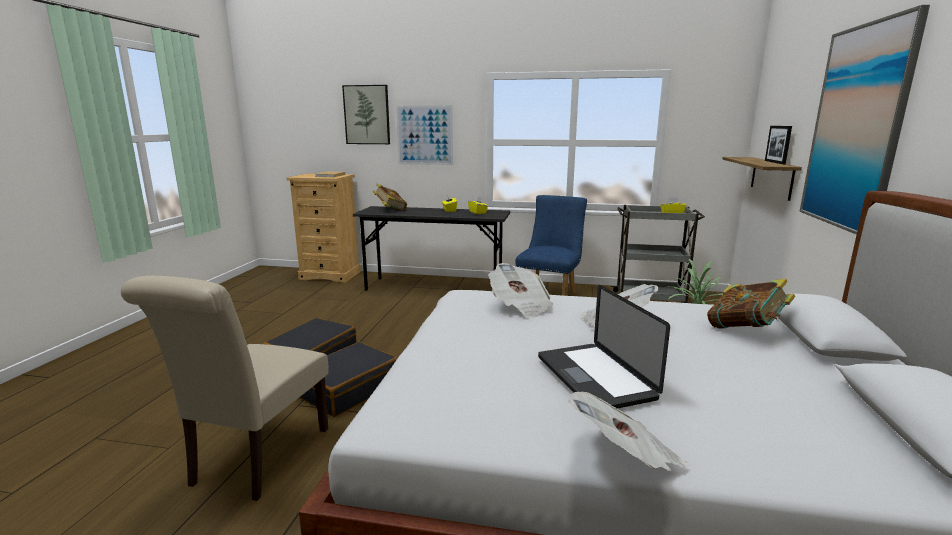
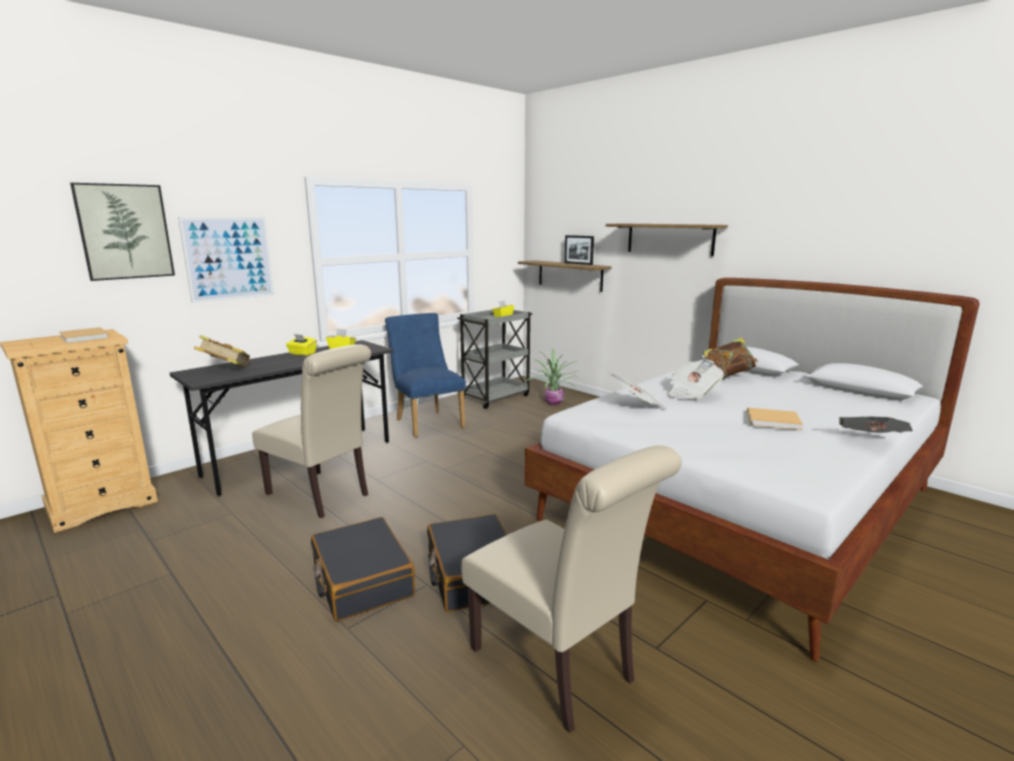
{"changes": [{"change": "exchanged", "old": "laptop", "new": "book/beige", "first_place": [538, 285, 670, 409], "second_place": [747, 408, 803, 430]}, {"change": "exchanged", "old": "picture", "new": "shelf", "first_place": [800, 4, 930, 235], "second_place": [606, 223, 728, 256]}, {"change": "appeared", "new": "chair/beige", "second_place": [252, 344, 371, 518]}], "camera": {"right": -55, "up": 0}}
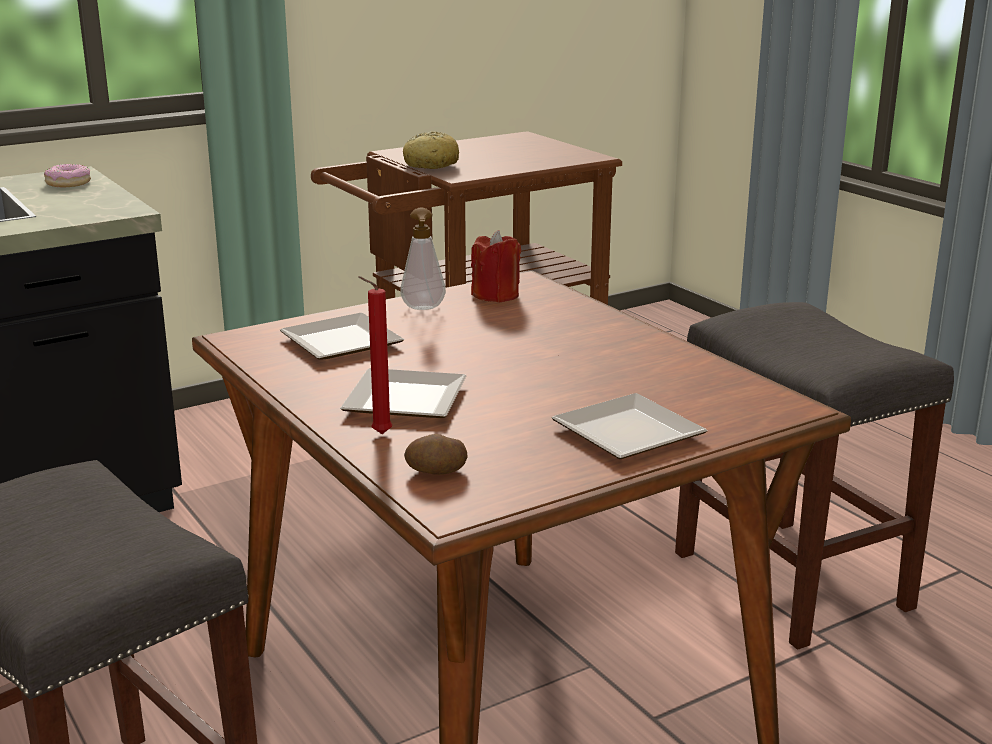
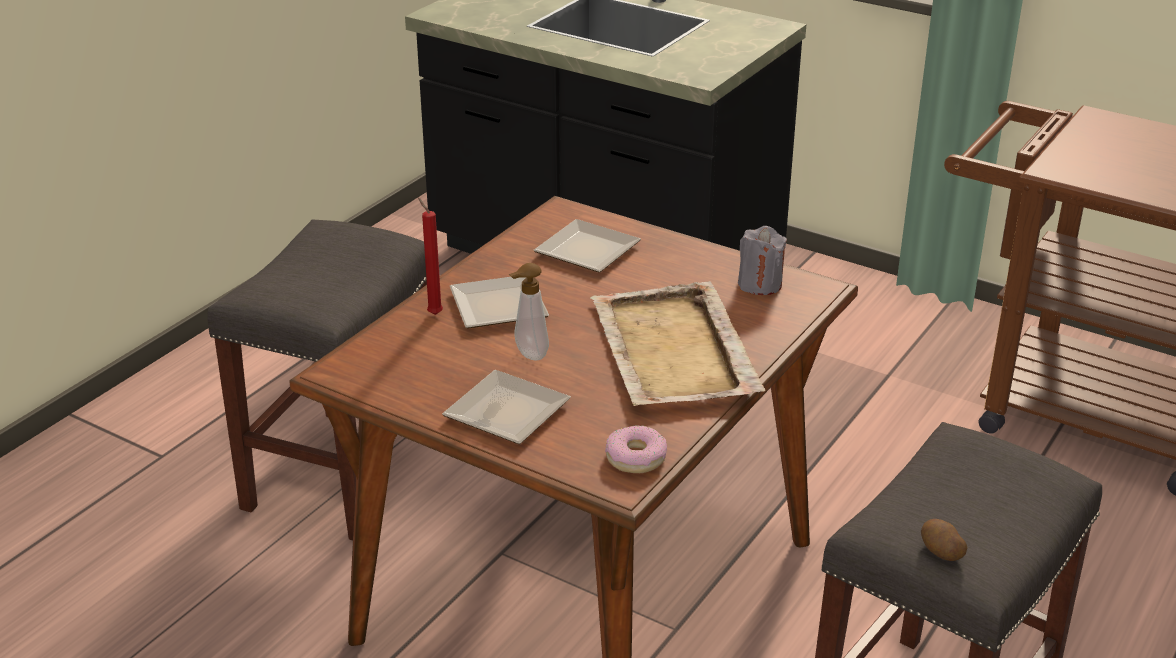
{"changes": [{"change": "relocated", "old": "donut", "first_place": [44, 164, 91, 187], "second_place": [605, 425, 667, 473]}, {"change": "relocated", "old": "soap dispenser", "first_place": [400, 208, 446, 310], "second_place": [509, 263, 549, 361]}, {"change": "missing", "old": "bread", "first_place": [403, 131, 459, 169]}, {"change": "relocated", "old": "potato", "first_place": [404, 434, 468, 475], "second_place": [921, 519, 968, 561]}, {"change": "colour", "old": "candle/red", "new": "candle/grey", "first_place": [471, 230, 521, 302], "second_place": [738, 226, 787, 295]}, {"change": "appeared", "new": "tray/beige", "second_place": [591, 281, 765, 406]}], "camera": {"right": 65, "up": 10}}
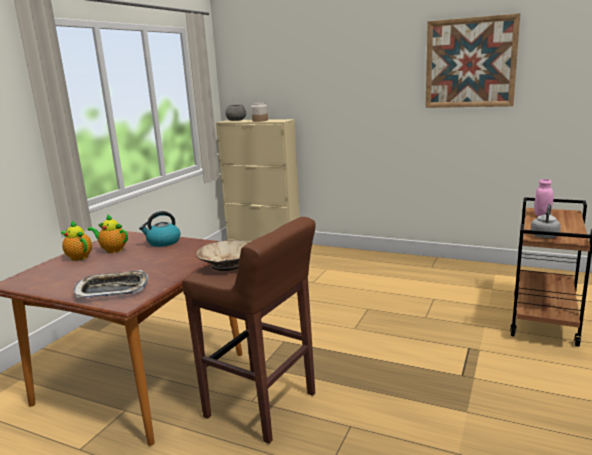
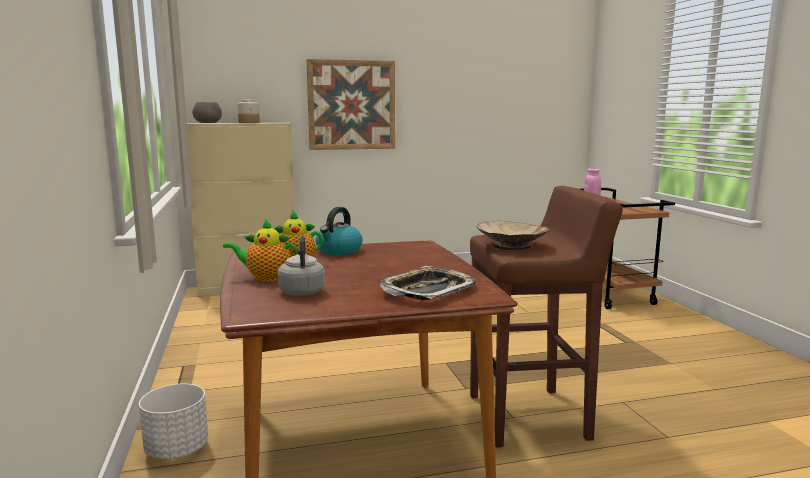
{"changes": [{"change": "relocated", "old": "picture", "first_place": [425, 13, 520, 108], "second_place": [306, 59, 395, 150]}, {"change": "relocated", "old": "kettle/grey", "first_place": [531, 204, 561, 238], "second_place": [278, 235, 325, 296]}, {"change": "appeared", "new": "planter/white", "second_place": [139, 384, 208, 459]}], "camera": {"right": -40, "up": -5}}
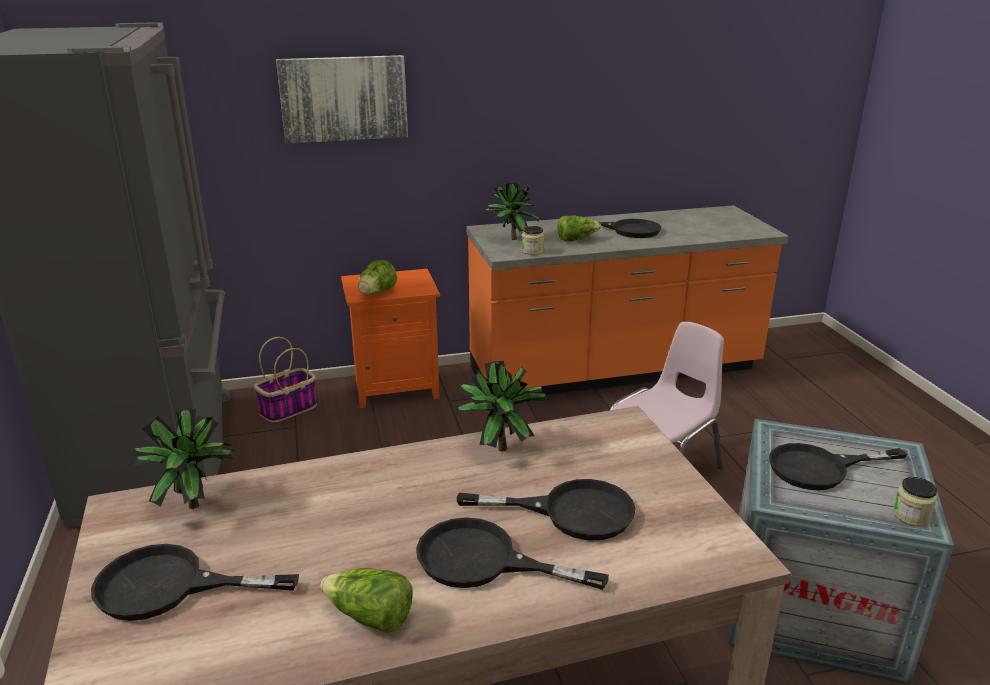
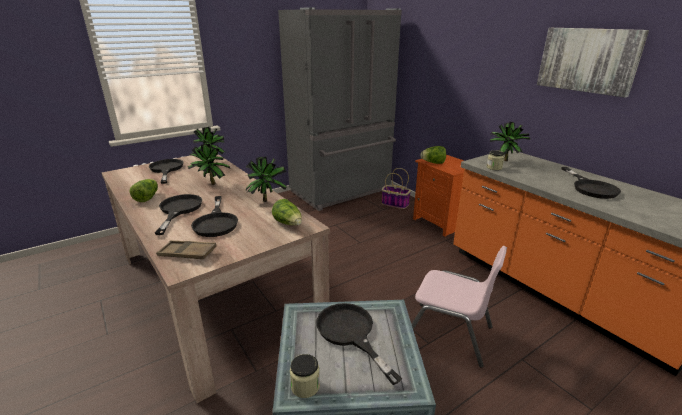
{"changes": [{"change": "relocated", "old": "picture", "first_place": [276, 55, 408, 144], "second_place": [537, 28, 649, 98]}, {"change": "relocated", "old": "lettuce", "first_place": [558, 215, 601, 242], "second_place": [272, 199, 302, 225]}, {"change": "appeared", "new": "tray/brown", "second_place": [156, 240, 216, 259]}, {"change": "appeared", "new": "potted plant", "second_place": [188, 144, 230, 185]}], "camera": {"right": 70, "up": 0}}
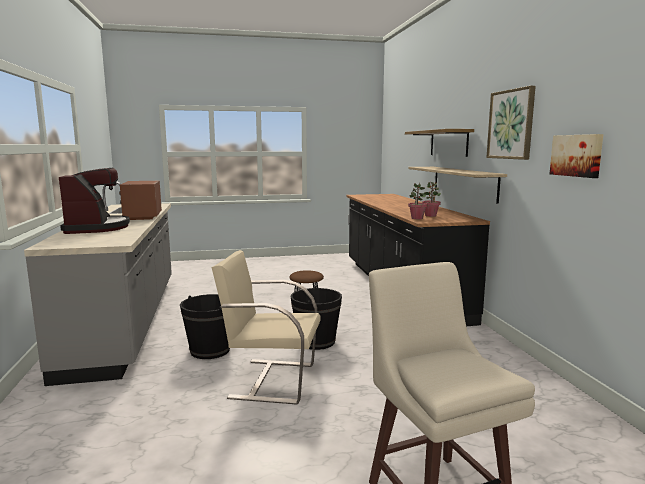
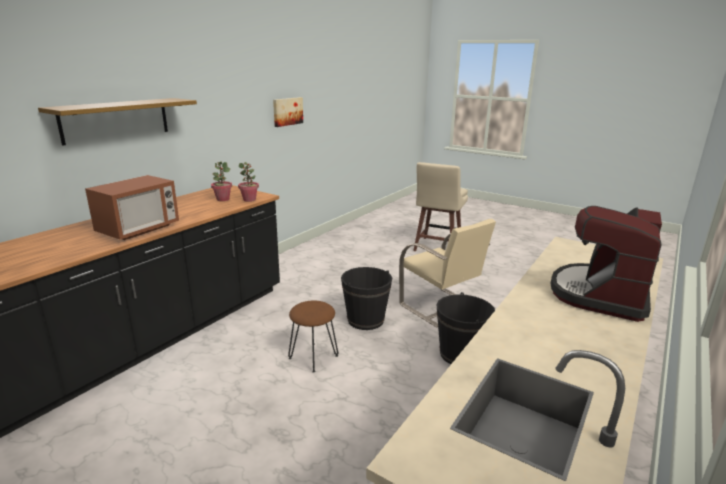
{"changes": [{"change": "relocated", "old": "microwave", "first_place": [119, 181, 162, 220], "second_place": [85, 175, 179, 240]}, {"change": "missing", "old": "shelf", "first_place": [408, 167, 507, 204]}, {"change": "missing", "old": "picture", "first_place": [486, 86, 536, 160]}], "camera": {"right": -135, "up": 10}}
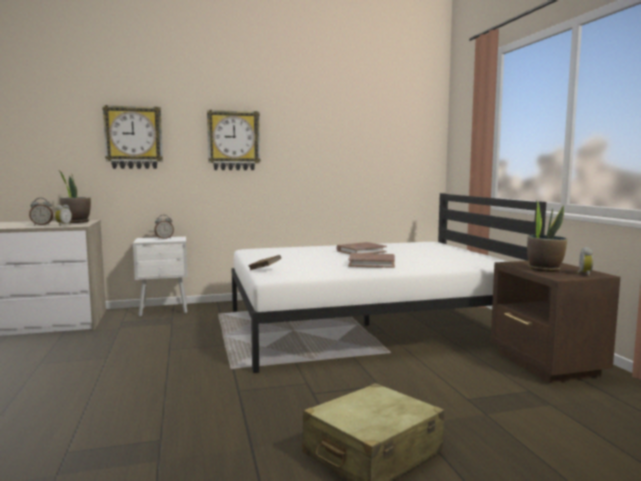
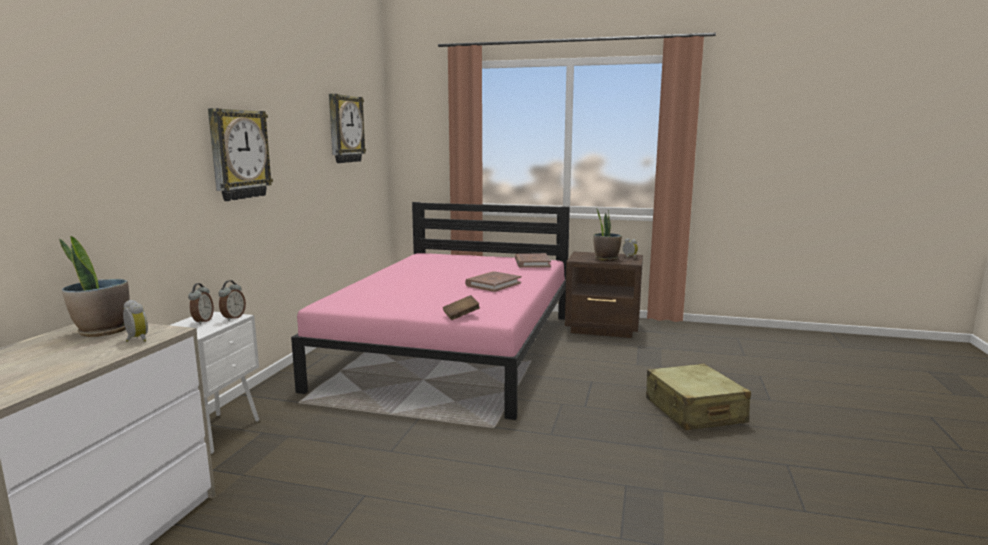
{"changes": [{"change": "relocated", "old": "alarm clock", "first_place": [29, 198, 54, 225], "second_place": [218, 280, 246, 321]}, {"change": "relocated", "old": "wall clock", "first_place": [102, 105, 163, 169], "second_place": [329, 94, 366, 163]}, {"change": "colour", "old": "bed/white", "new": "bed/pink", "first_place": [231, 193, 546, 373], "second_place": [291, 202, 570, 420]}, {"change": "relocated", "old": "book/brown", "first_place": [337, 242, 387, 255], "second_place": [515, 253, 551, 268]}], "camera": {"right": -60, "up": 5}}
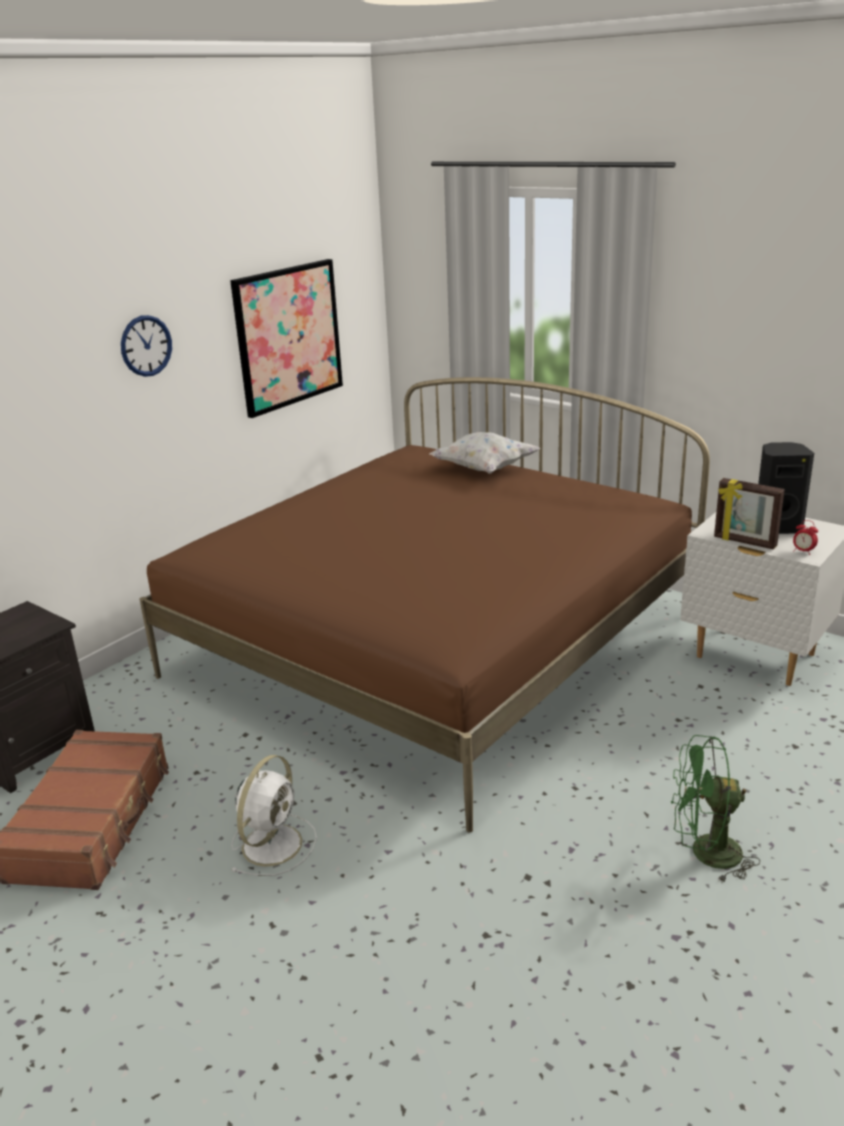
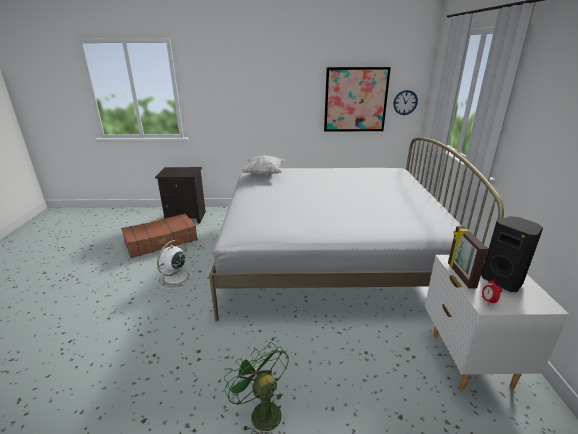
{"changes": [{"change": "relocated", "old": "wall clock", "first_place": [121, 315, 172, 377], "second_place": [393, 90, 418, 115]}, {"change": "colour", "old": "bed/brown", "new": "bed/white", "first_place": [140, 377, 710, 833], "second_place": [209, 137, 504, 321]}, {"change": "spun", "old": "fan/white", "first_place": [231, 755, 317, 876], "second_place": [157, 240, 195, 289], "degrees": 135}, {"change": "relocated", "old": "pillow/white", "first_place": [429, 432, 541, 474], "second_place": [241, 155, 284, 175]}], "camera": {"right": 50, "up": 0}}
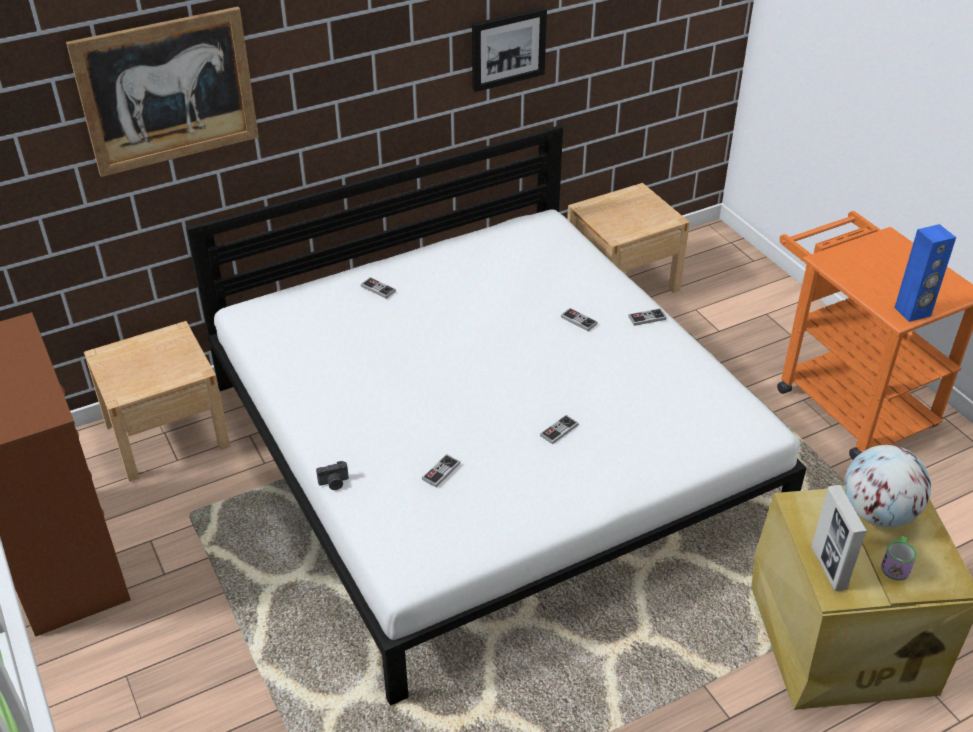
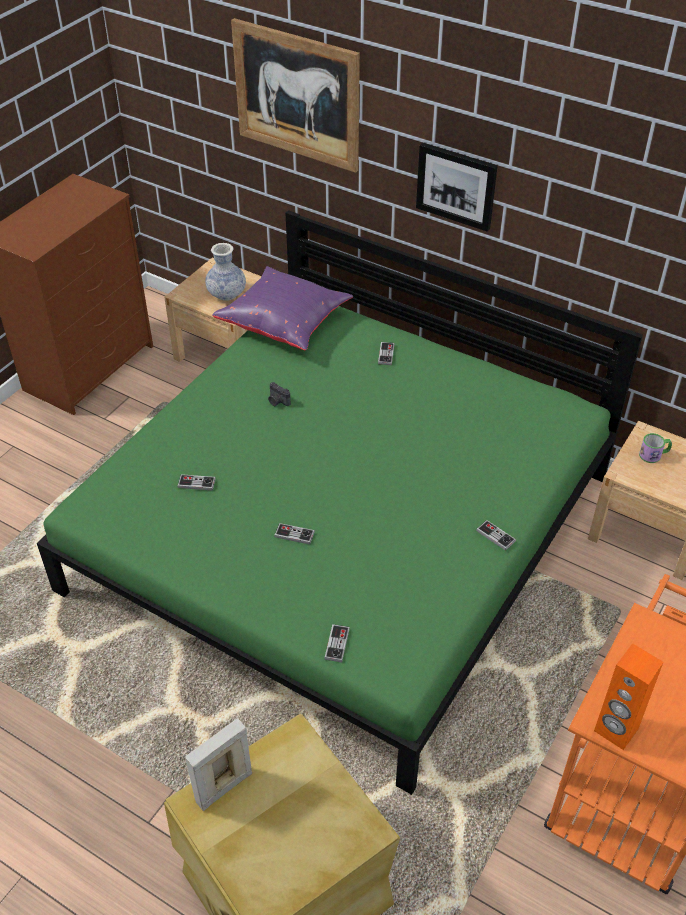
{"changes": [{"change": "colour", "old": "bed/white", "new": "bed/green", "first_place": [186, 125, 807, 706], "second_place": [37, 210, 643, 795]}, {"change": "relocated", "old": "photo camera", "first_place": [316, 461, 349, 490], "second_place": [268, 382, 291, 406]}, {"change": "relocated", "old": "picture", "first_place": [472, 7, 547, 92], "second_place": [416, 143, 497, 232]}, {"change": "relocated", "old": "game controller", "first_place": [561, 308, 598, 331], "second_place": [324, 624, 350, 662]}, {"change": "missing", "old": "globe", "first_place": [845, 445, 931, 527]}, {"change": "relocated", "old": "mug", "first_place": [881, 536, 917, 581], "second_place": [639, 433, 672, 463]}, {"change": "colour", "old": "speaker/blue", "new": "speaker/orange", "first_place": [895, 224, 956, 322], "second_place": [594, 643, 663, 750]}, {"change": "appeared", "new": "vase", "second_place": [205, 243, 246, 301]}, {"change": "appeared", "new": "pillow/purple", "second_place": [212, 266, 353, 350]}], "camera": {"right": 60, "up": 5}}
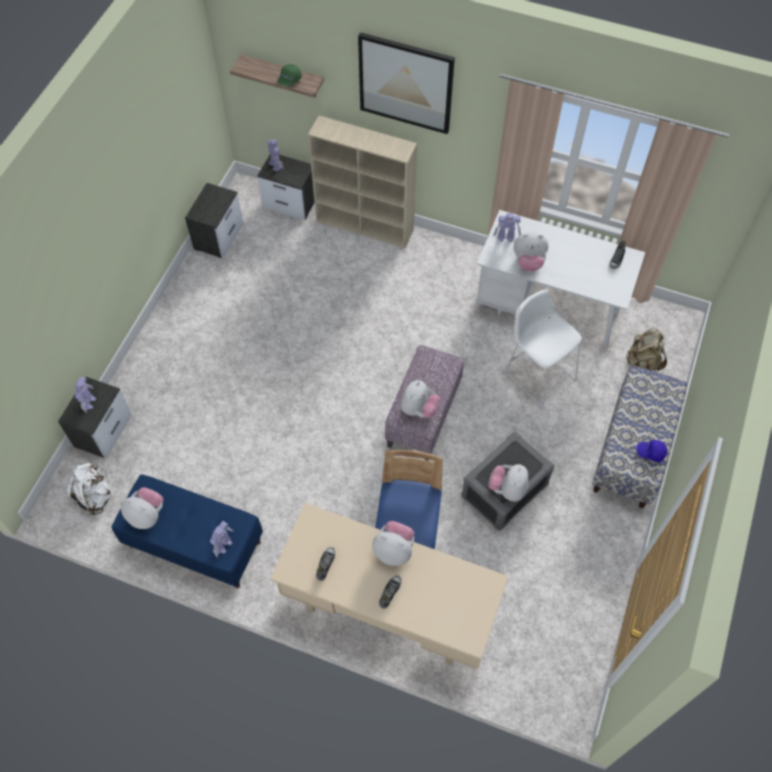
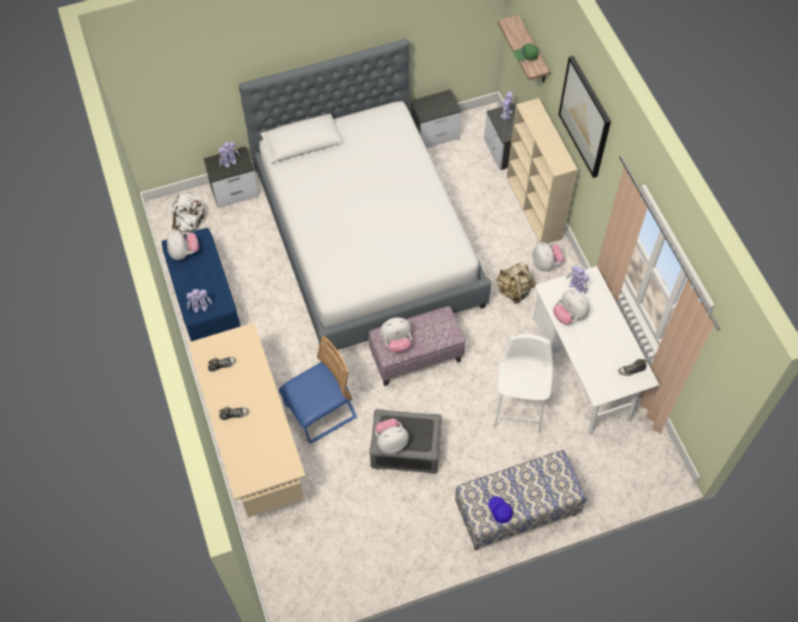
{"changes": [{"change": "relocated", "old": "plush toy", "first_place": [372, 521, 414, 566], "second_place": [533, 242, 564, 271]}, {"change": "relocated", "old": "backpack/beige", "first_place": [625, 327, 667, 371], "second_place": [495, 263, 536, 303]}, {"change": "appeared", "new": "bed", "second_place": [239, 39, 491, 350]}], "camera": {"right": 50, "up": 0}}
